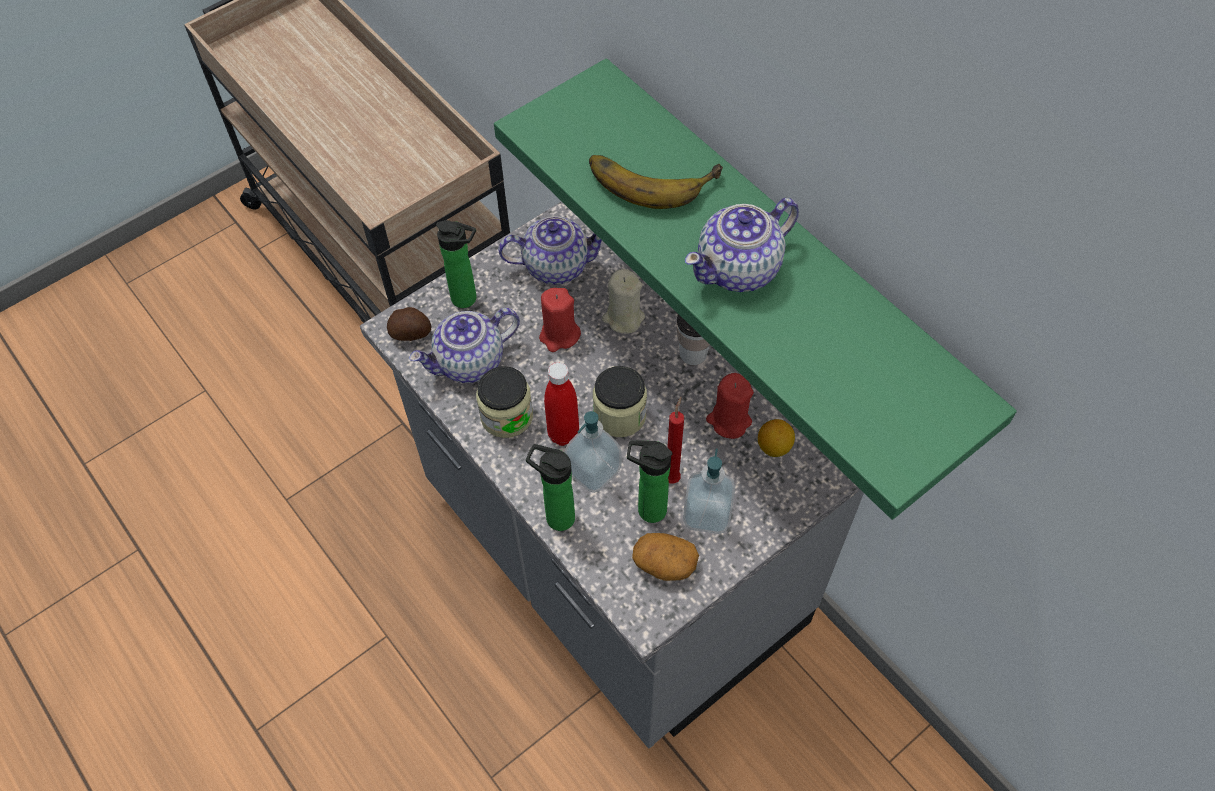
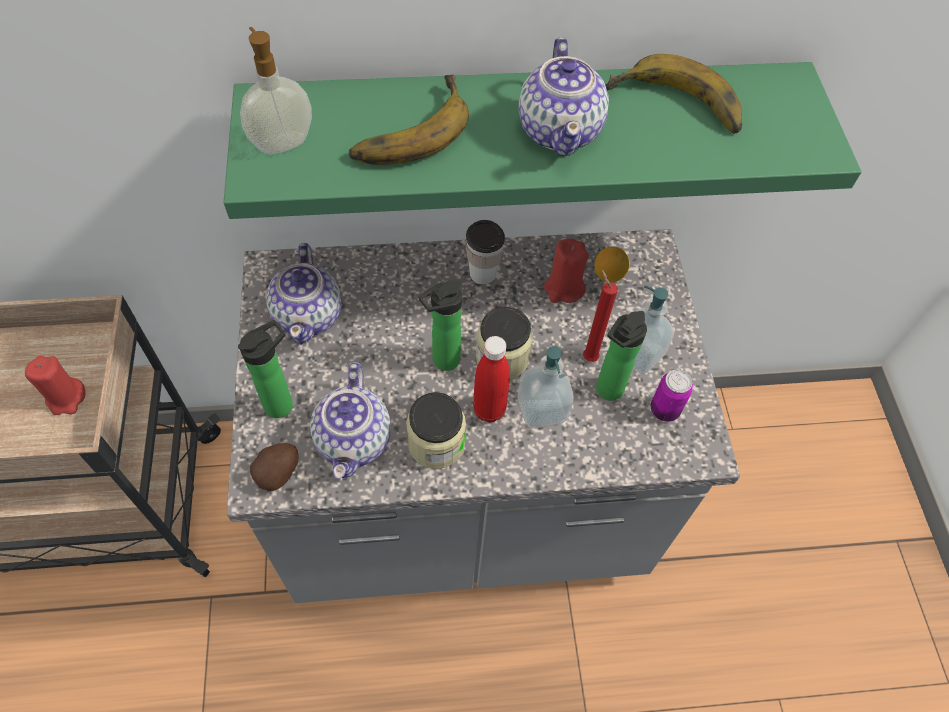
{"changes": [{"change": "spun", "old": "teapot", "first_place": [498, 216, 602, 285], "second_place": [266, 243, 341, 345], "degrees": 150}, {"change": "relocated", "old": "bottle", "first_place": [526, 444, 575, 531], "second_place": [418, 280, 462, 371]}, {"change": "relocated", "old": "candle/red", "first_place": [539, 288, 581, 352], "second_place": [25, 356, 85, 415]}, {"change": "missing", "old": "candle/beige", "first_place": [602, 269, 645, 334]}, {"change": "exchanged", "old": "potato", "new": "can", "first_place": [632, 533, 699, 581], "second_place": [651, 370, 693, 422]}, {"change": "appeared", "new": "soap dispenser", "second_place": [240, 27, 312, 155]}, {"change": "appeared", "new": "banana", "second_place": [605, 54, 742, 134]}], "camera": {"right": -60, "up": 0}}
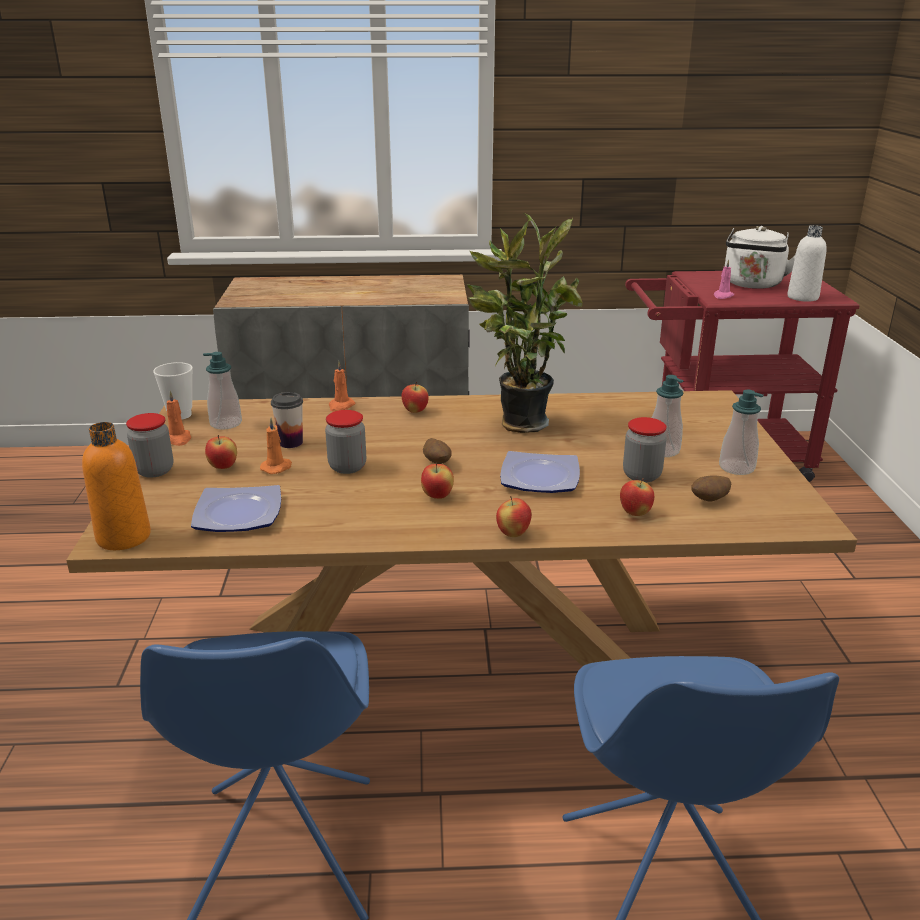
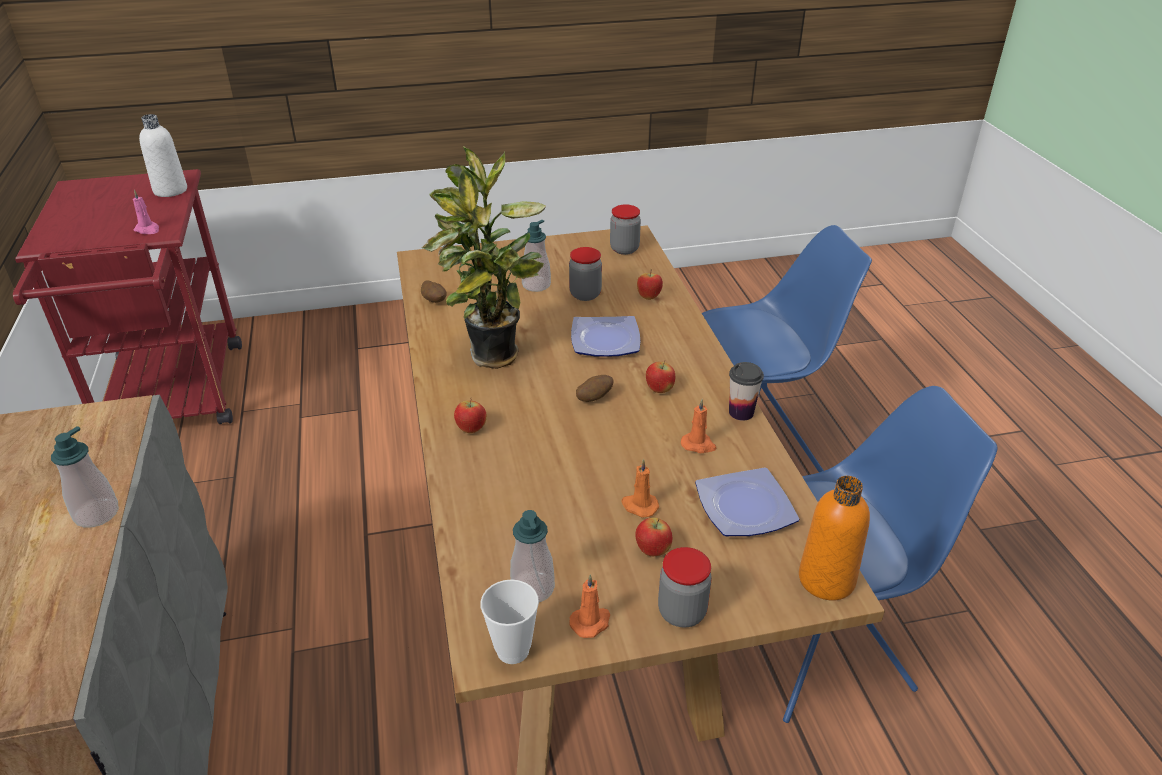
{"changes": [{"change": "relocated", "old": "cup", "first_place": [271, 392, 303, 448], "second_place": [729, 362, 764, 421]}, {"change": "relocated", "old": "jar", "first_place": [325, 410, 366, 474], "second_place": [610, 204, 641, 255]}, {"change": "relocated", "old": "candle/orange", "first_place": [329, 361, 356, 412], "second_place": [681, 399, 717, 453]}, {"change": "missing", "old": "apple", "first_place": [496, 496, 532, 537]}, {"change": "relocated", "old": "potato", "first_place": [691, 475, 731, 501], "second_place": [421, 280, 447, 303]}, {"change": "relocated", "old": "soap dispenser", "first_place": [719, 390, 764, 475], "second_place": [51, 426, 119, 528]}, {"change": "missing", "old": "kettle/white", "first_place": [725, 226, 796, 289]}], "camera": {"right": -100, "up": 10}}
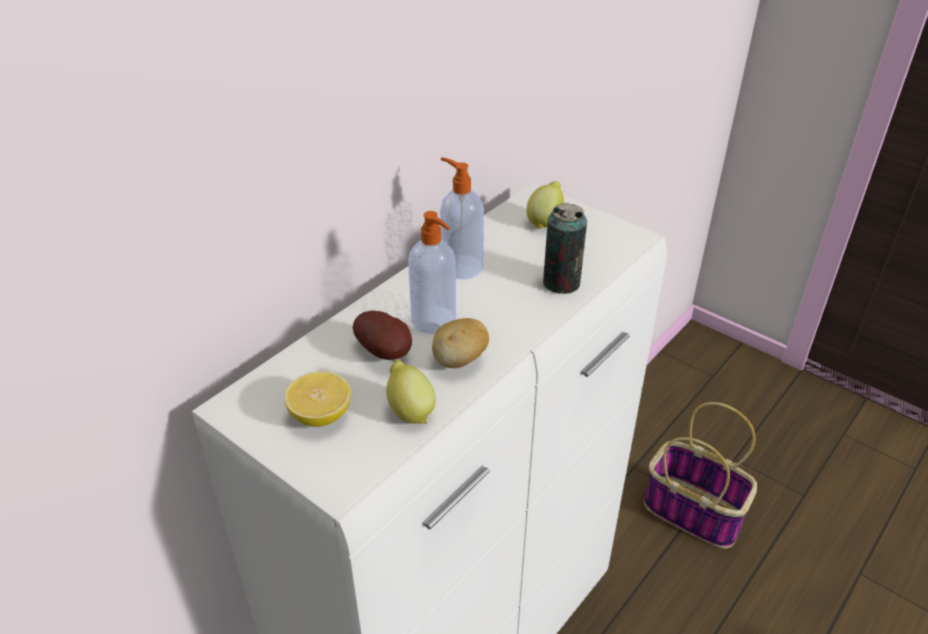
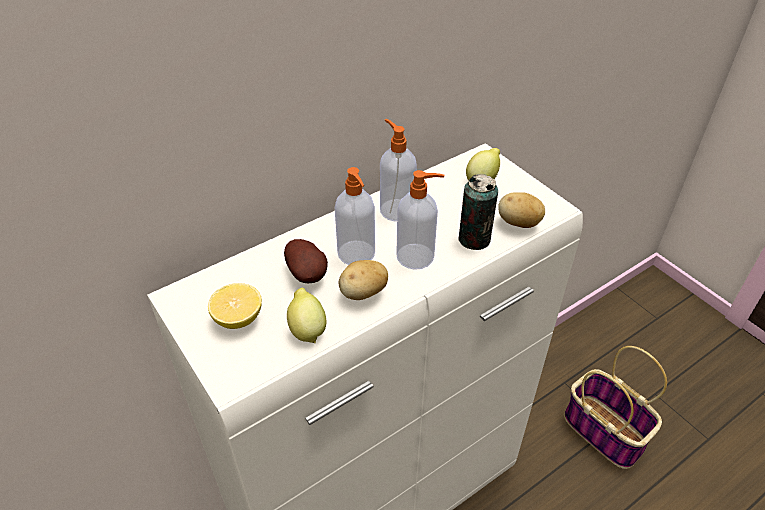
{"changes": [{"change": "appeared", "new": "soap dispenser", "second_place": [396, 170, 444, 270]}, {"change": "appeared", "new": "potato", "second_place": [498, 192, 545, 228]}], "camera": {"right": 15, "up": 5}}
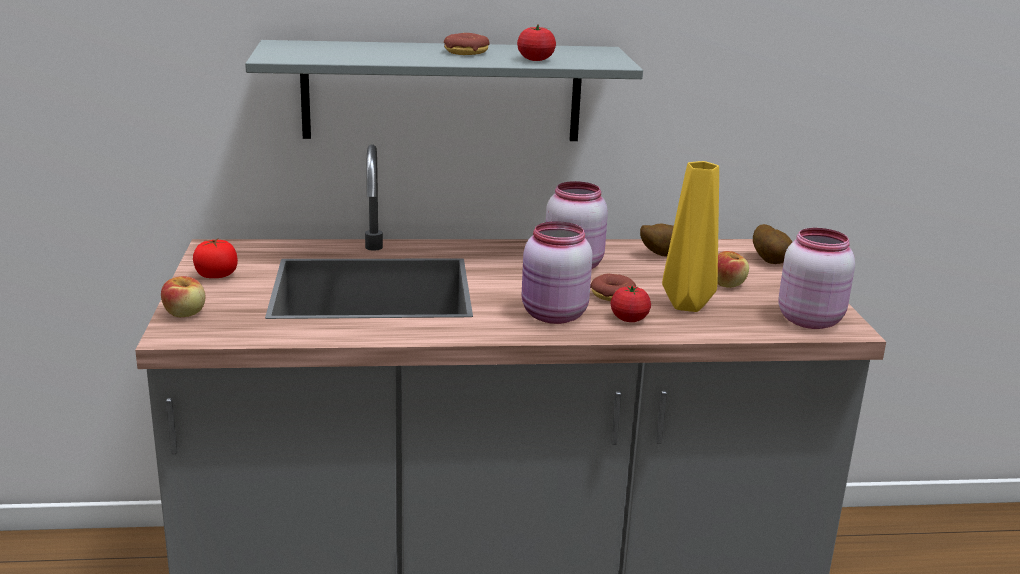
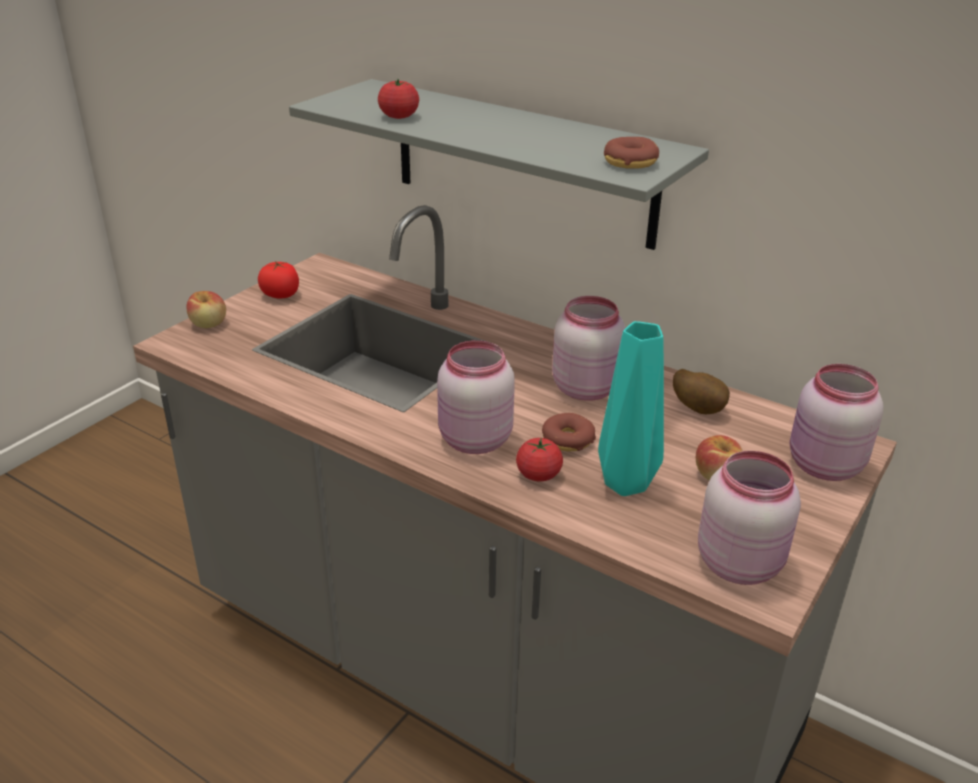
{"changes": [{"change": "relocated", "old": "donut", "first_place": [444, 33, 489, 55], "second_place": [604, 137, 659, 169]}, {"change": "relocated", "old": "tomato", "first_place": [517, 25, 556, 61], "second_place": [378, 79, 419, 119]}, {"change": "colour", "old": "vase/yellow", "new": "vase/turquoise", "first_place": [662, 161, 719, 312], "second_place": [598, 321, 664, 496]}, {"change": "exchanged", "old": "potato", "new": "jar/pink", "first_place": [753, 224, 792, 264], "second_place": [790, 364, 884, 481]}], "camera": {"right": 40, "up": 10}}
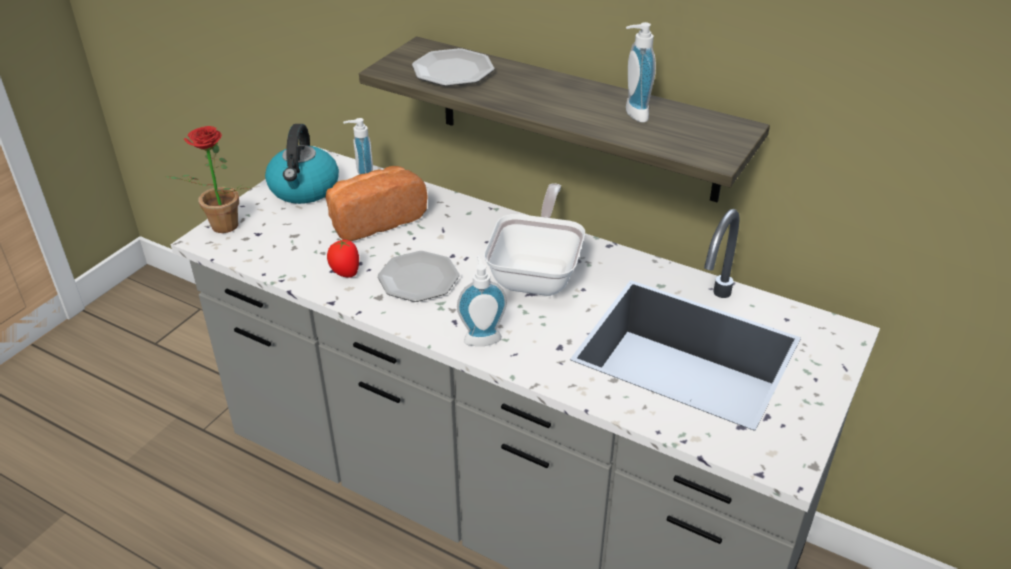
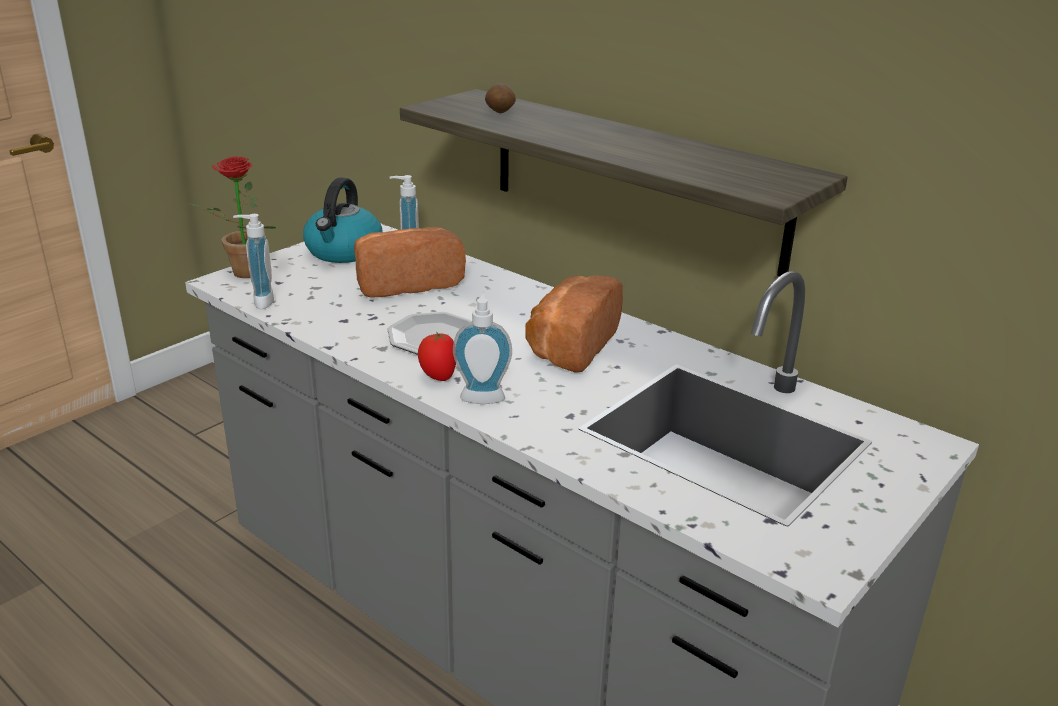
{"changes": [{"change": "relocated", "old": "tomato", "first_place": [327, 239, 359, 278], "second_place": [418, 332, 456, 381]}, {"change": "exchanged", "old": "plate", "new": "potato", "first_place": [412, 48, 494, 86], "second_place": [485, 83, 516, 114]}, {"change": "exchanged", "old": "frying pan", "new": "bread", "first_place": [484, 183, 585, 296], "second_place": [525, 275, 623, 373]}, {"change": "relocated", "old": "soap dispenser", "first_place": [626, 22, 656, 122], "second_place": [233, 214, 274, 309]}], "camera": {"right": 10, "up": -10}}
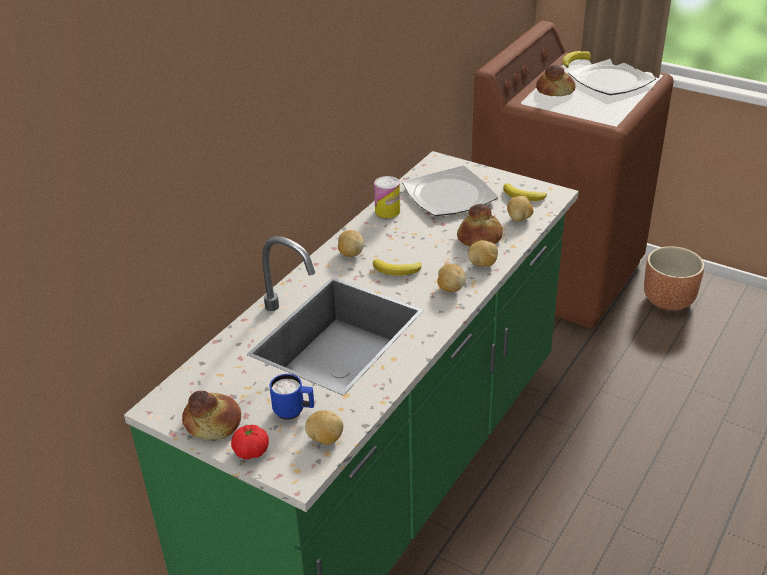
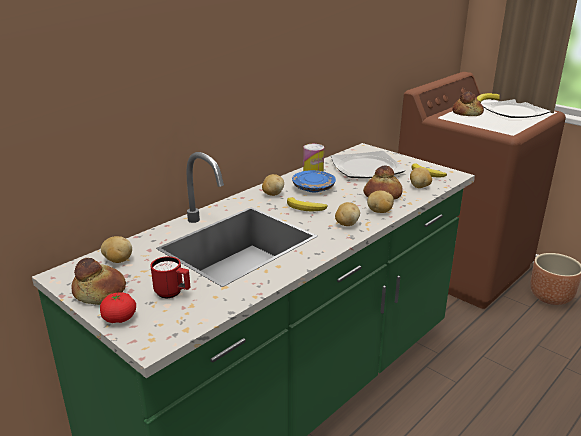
{"changes": [{"change": "colour", "old": "mug/blue", "new": "mug/red", "first_place": [270, 374, 314, 420], "second_place": [150, 256, 190, 298]}, {"change": "relocated", "old": "potato", "first_place": [305, 410, 343, 445], "second_place": [101, 236, 132, 263]}, {"change": "appeared", "new": "plate/blue", "second_place": [292, 170, 336, 192]}], "camera": {"right": 10, "up": -10}}
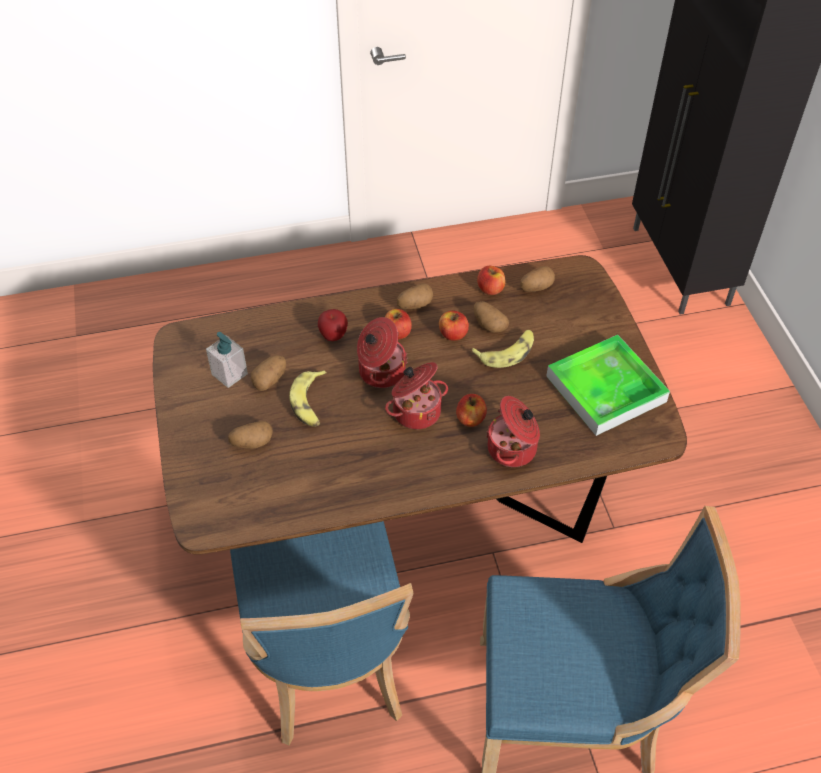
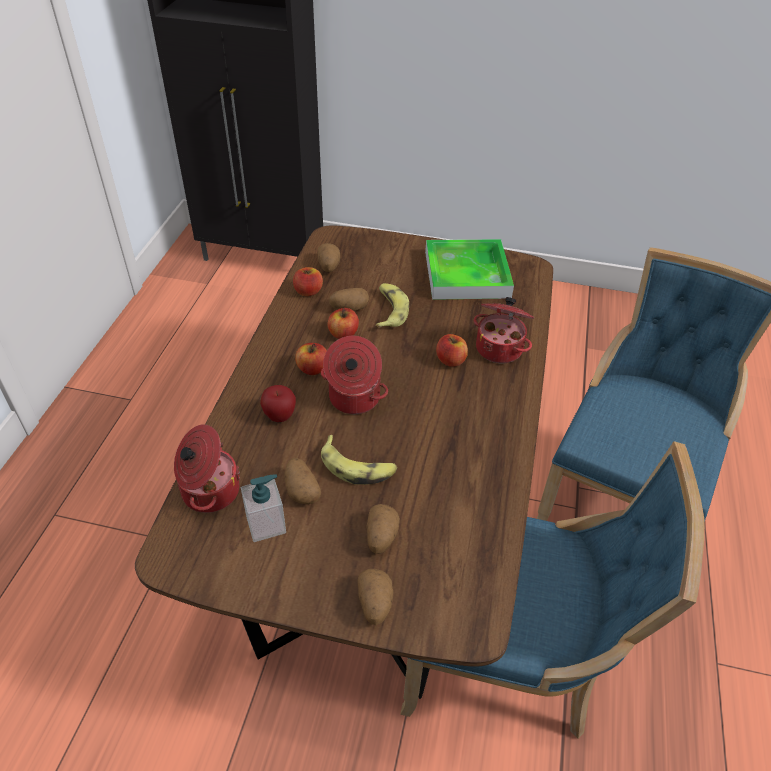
{"changes": [{"change": "relocated", "old": "cooking pot", "first_place": [385, 362, 448, 429], "second_place": [174, 424, 240, 513]}, {"change": "relocated", "old": "potato", "first_place": [397, 283, 433, 309], "second_place": [357, 569, 393, 625]}], "camera": {"right": -65, "up": -5}}
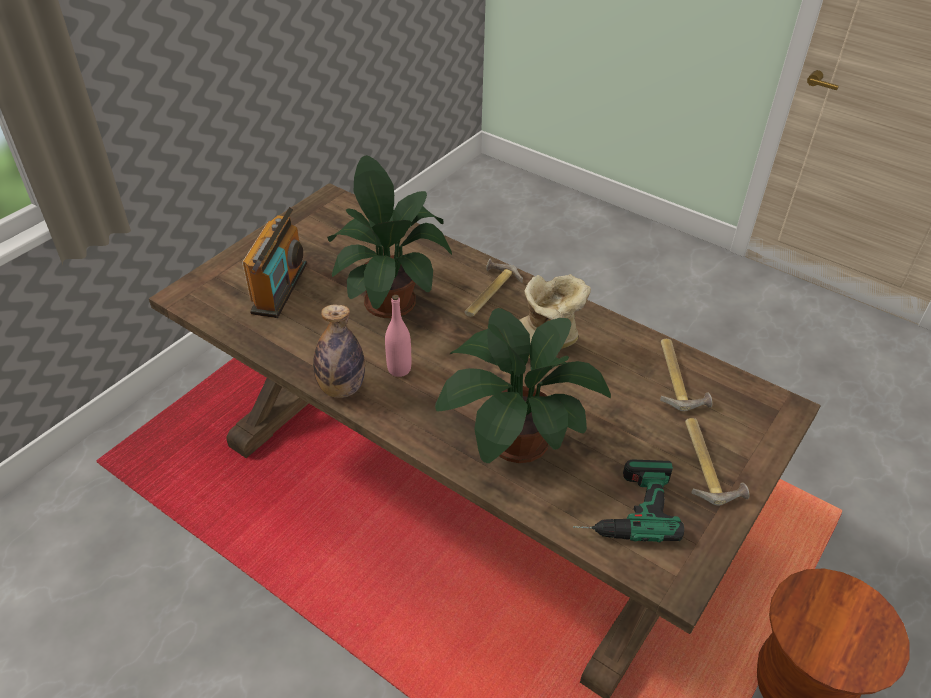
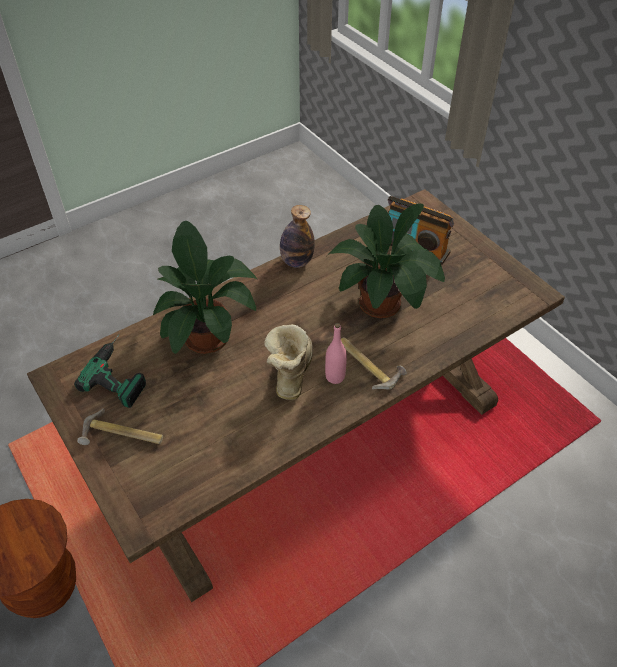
{"changes": [{"change": "relocated", "old": "bottle/pink", "first_place": [385, 295, 411, 377], "second_place": [325, 323, 347, 384]}, {"change": "missing", "old": "hammer", "first_place": [660, 339, 712, 412]}], "camera": {"right": 110, "up": 5}}
